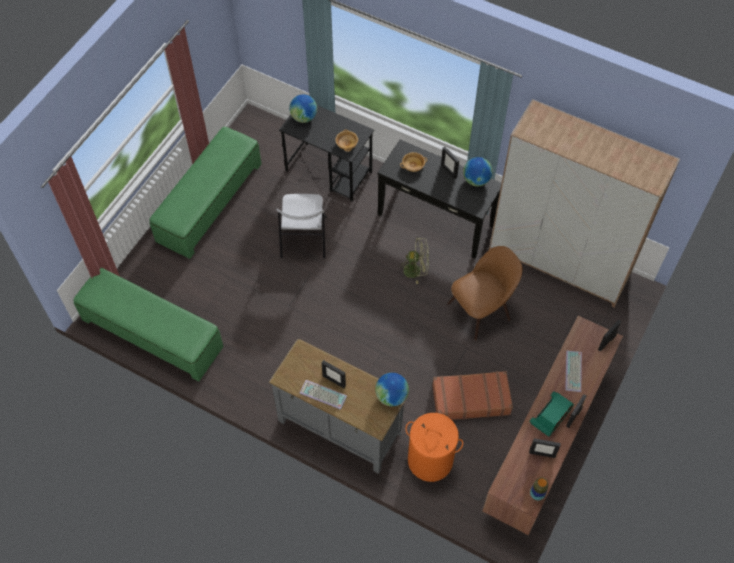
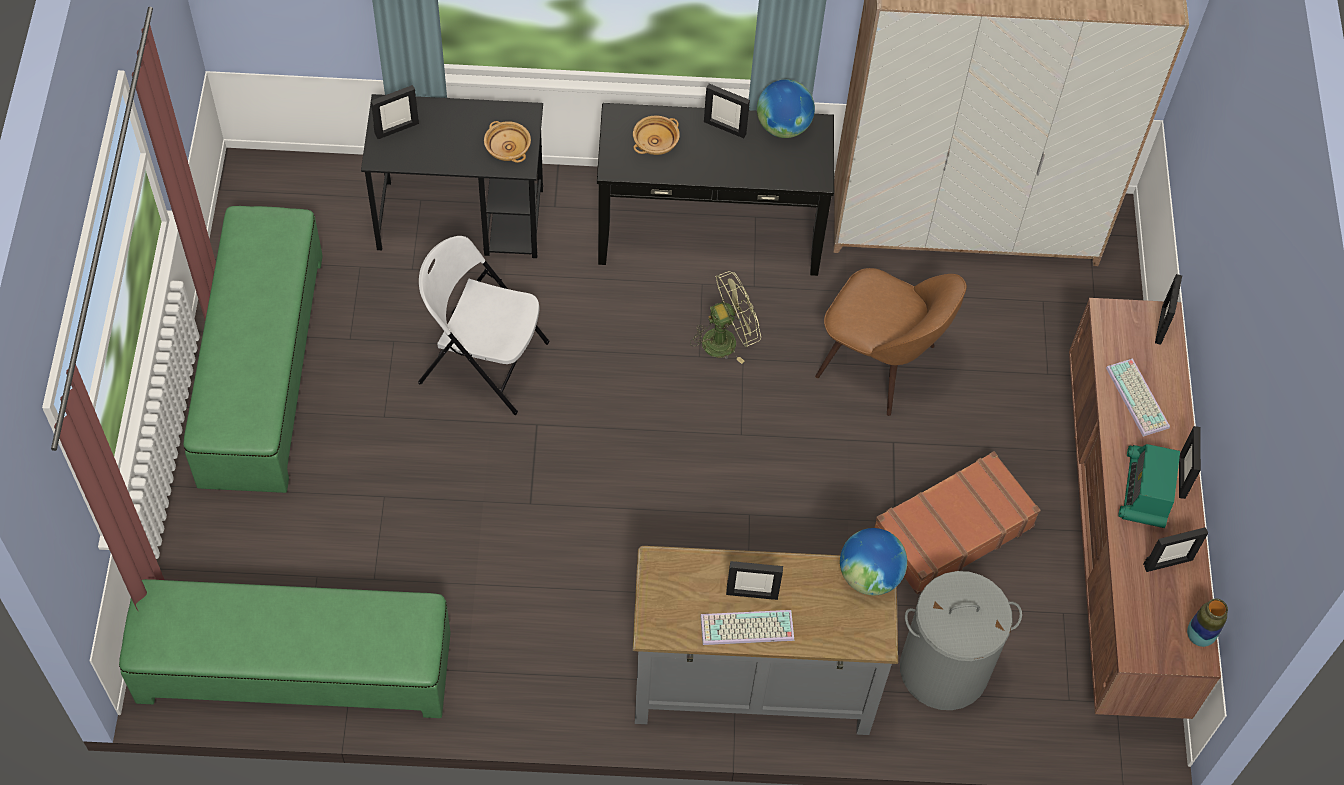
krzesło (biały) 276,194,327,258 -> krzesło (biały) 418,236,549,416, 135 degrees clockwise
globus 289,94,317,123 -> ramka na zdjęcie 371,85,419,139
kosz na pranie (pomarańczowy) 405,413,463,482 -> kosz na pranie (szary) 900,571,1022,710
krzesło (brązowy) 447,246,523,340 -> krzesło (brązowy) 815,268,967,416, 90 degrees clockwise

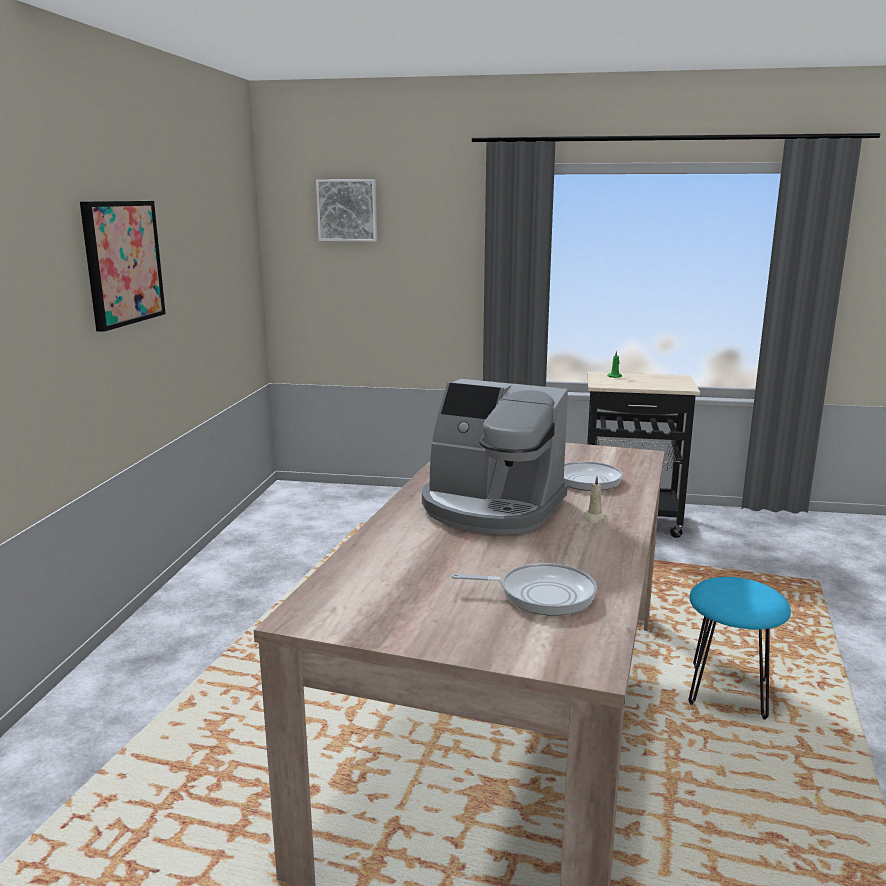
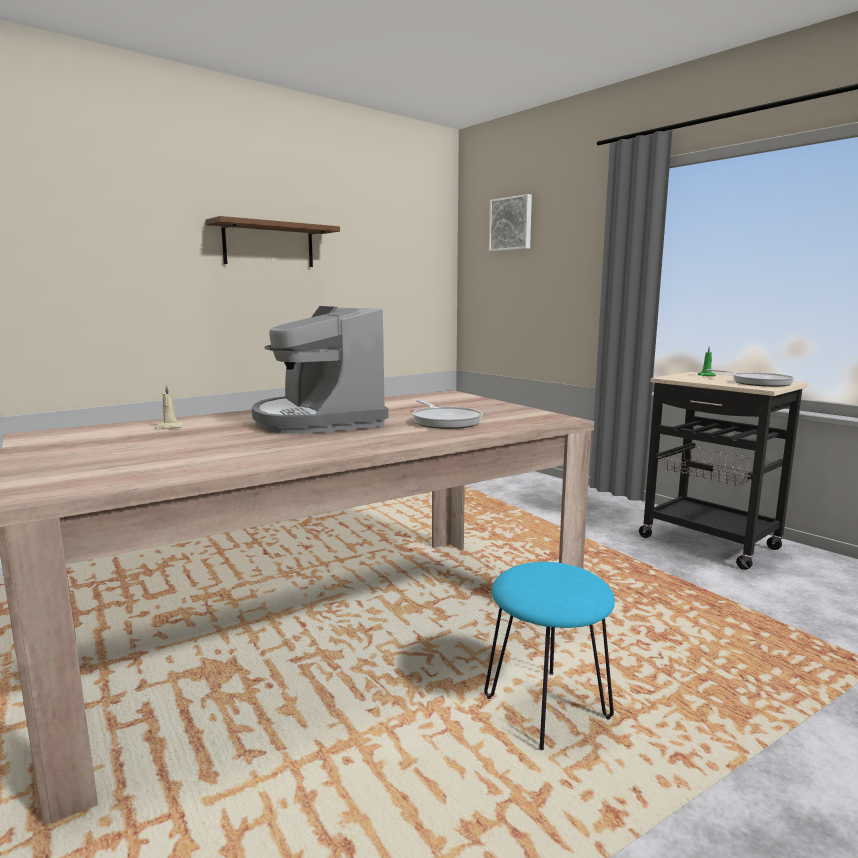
obraz 80,201,166,332 -> półka (brązowy) 205,216,340,267
patelnia 451,563,597,616 -> patelnia 706,369,794,387, shifted
świeca (beżowy) 583,476,607,523 -> świeca (beżowy) 154,385,183,430, shifted

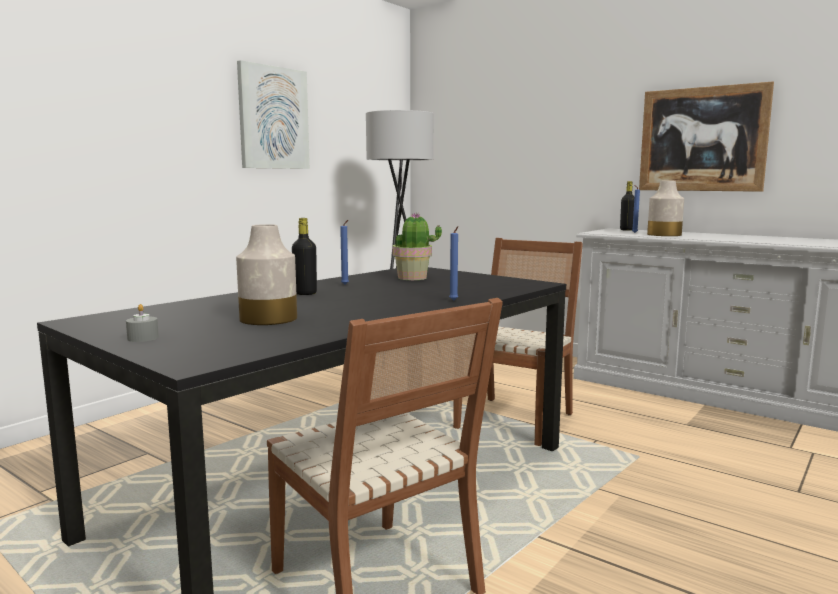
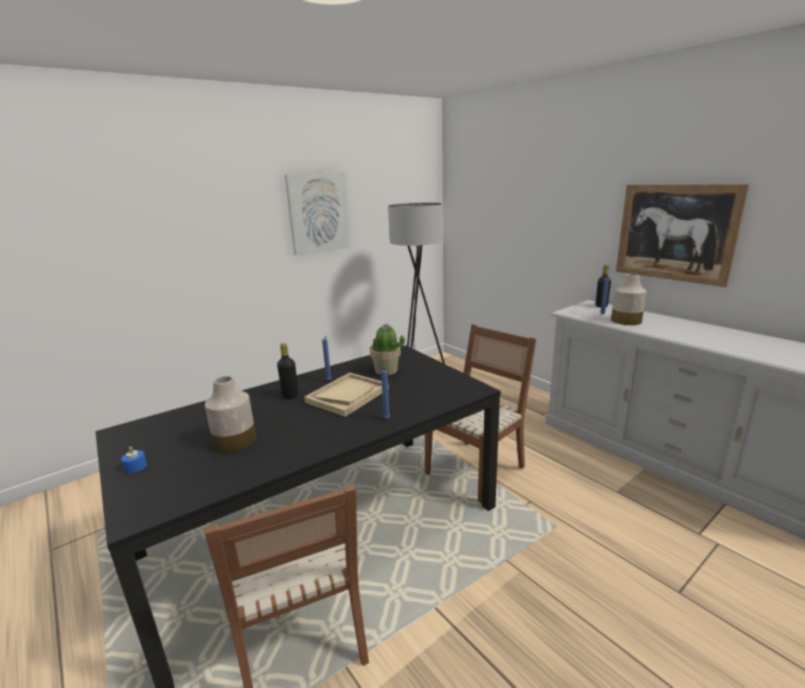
świeca (szary) 126,304,159,342 -> świeca (niebieski) 121,446,147,473
none -> taca (beżowy) 304,373,389,417

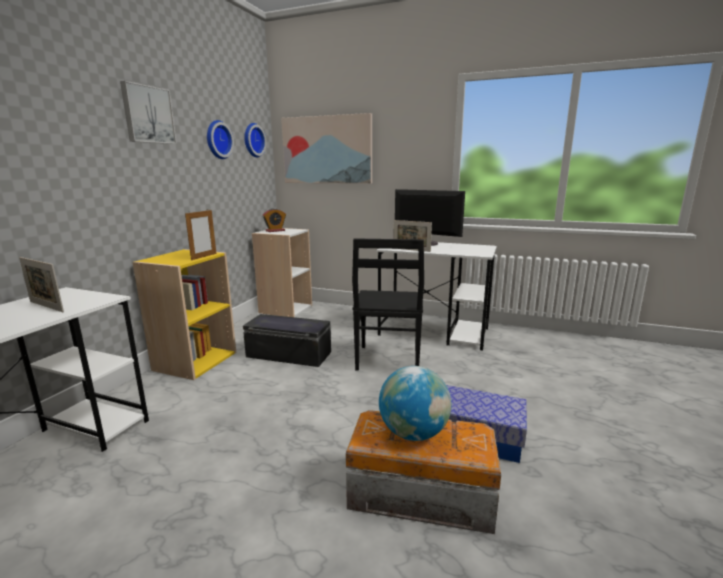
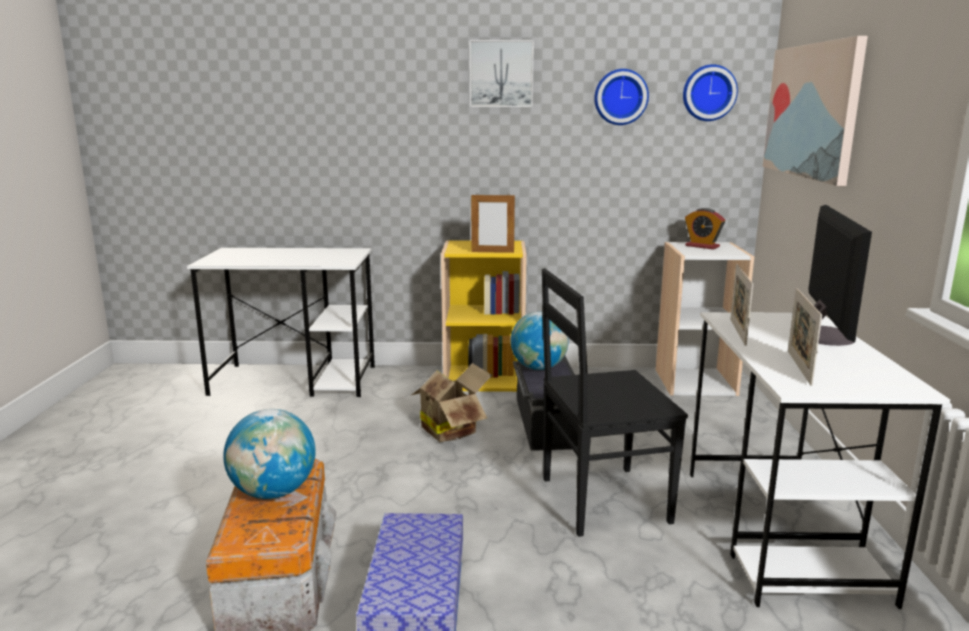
ramka na zdjęcie 19,257,64,312 -> ramka na zdjęcie 788,288,822,386, shifted
none -> karton 412,363,492,442
none -> globus 511,312,569,370

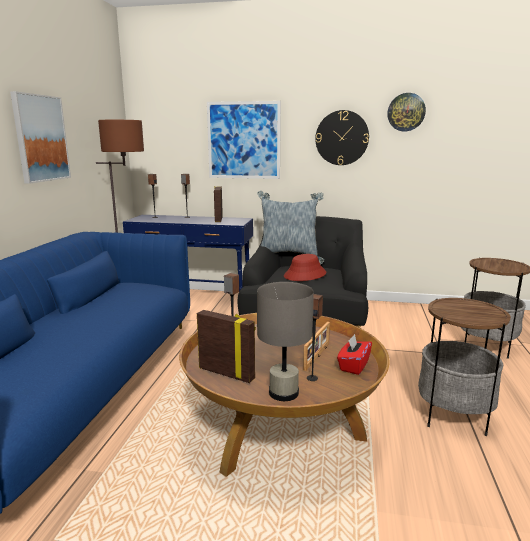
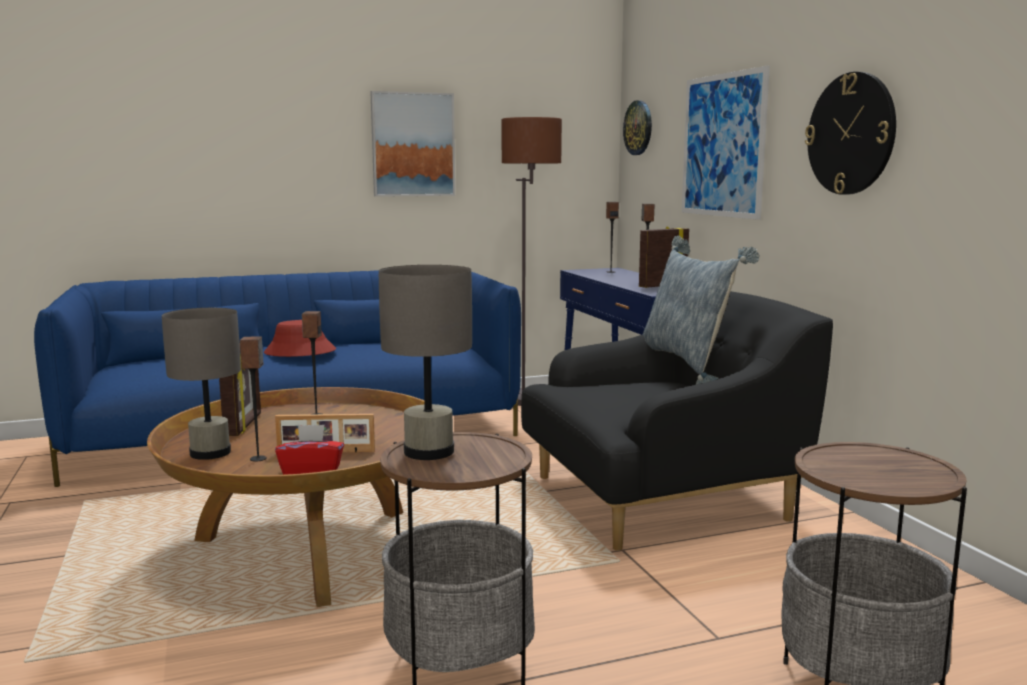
kapelusz (czerwony) 284,254,326,281 -> kapelusz (czerwony) 264,320,336,357, shifted
zegar ścienny 387,93,426,131 -> zegar ścienny 623,100,652,155, shifted
none -> lampa stołowa (szary) 379,265,472,460

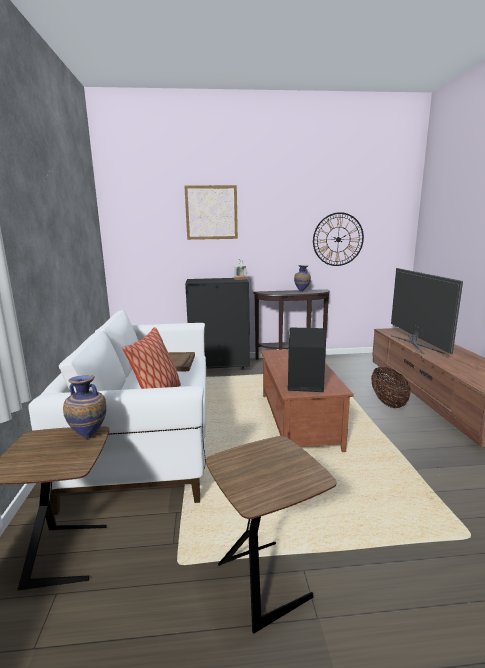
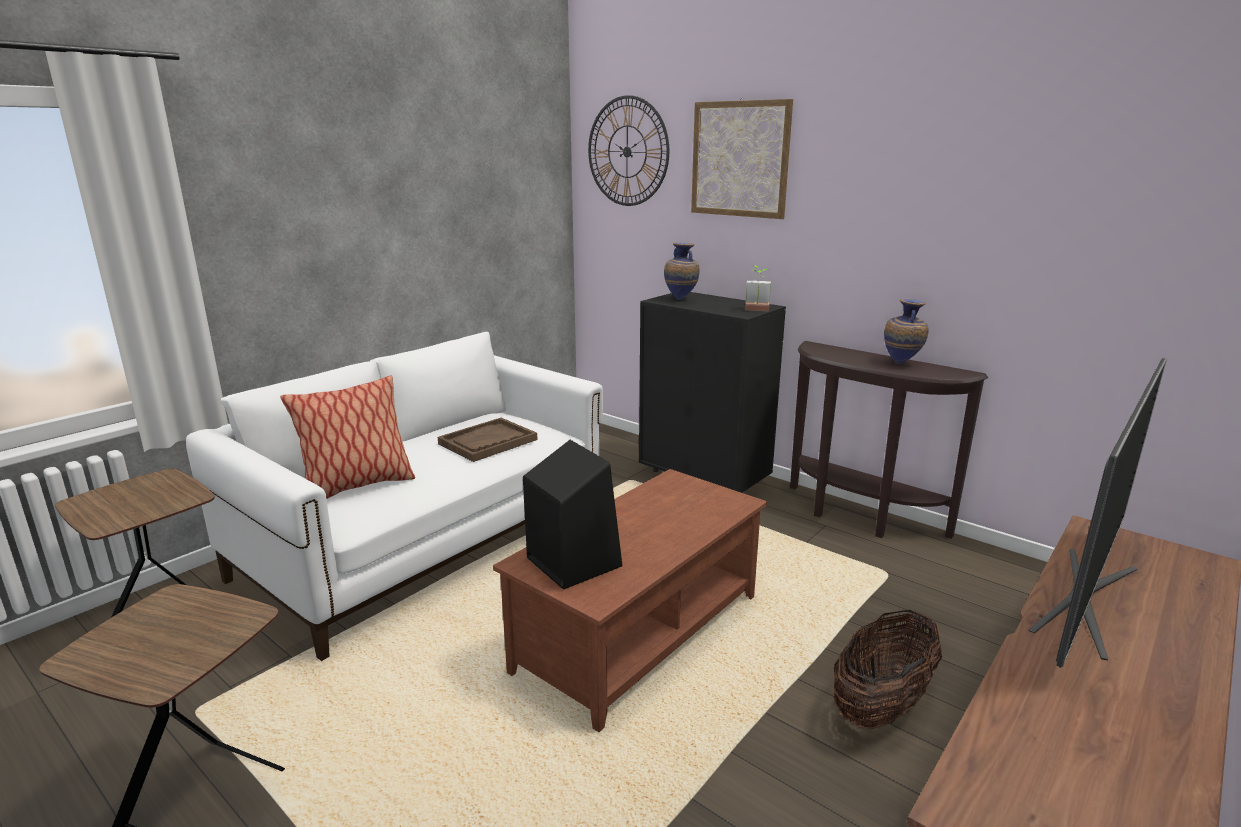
wazon 63,375,106,439 -> wazon 664,243,700,300, shifted
zegar ścienny 313,212,364,266 -> zegar ścienny 588,95,669,206, shifted

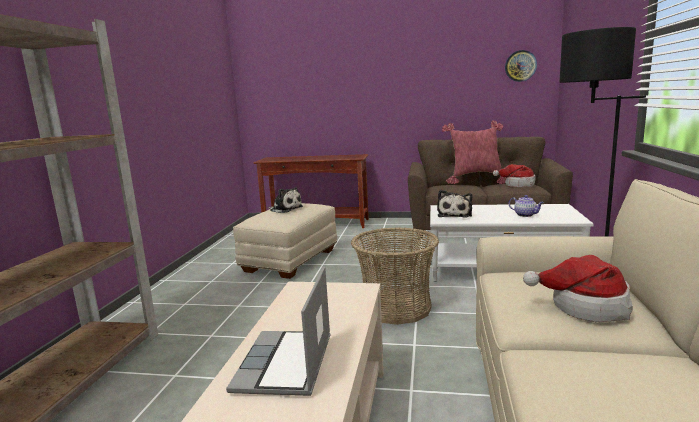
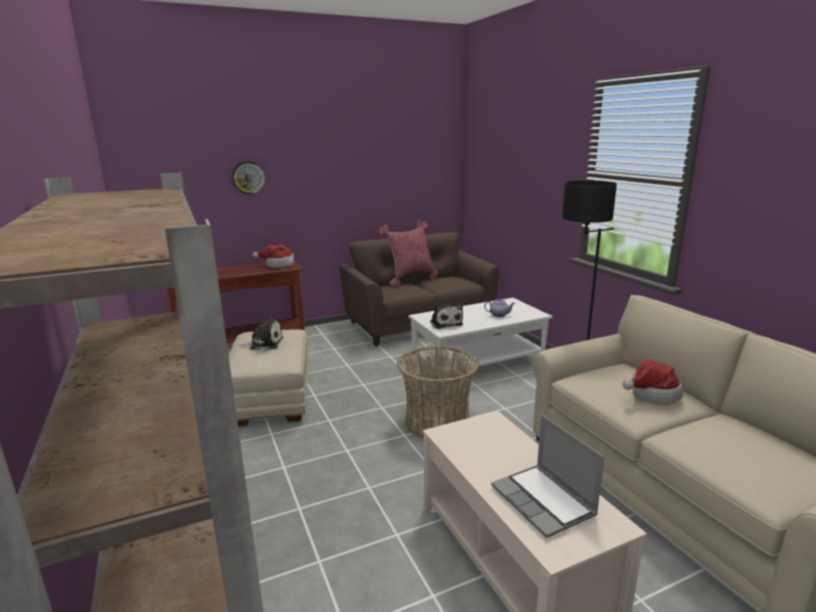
kapelusz 493,164,536,187 -> kapelusz 252,245,294,268, shifted
zegar ścienny 505,50,537,82 -> zegar ścienny 232,161,266,195, shifted

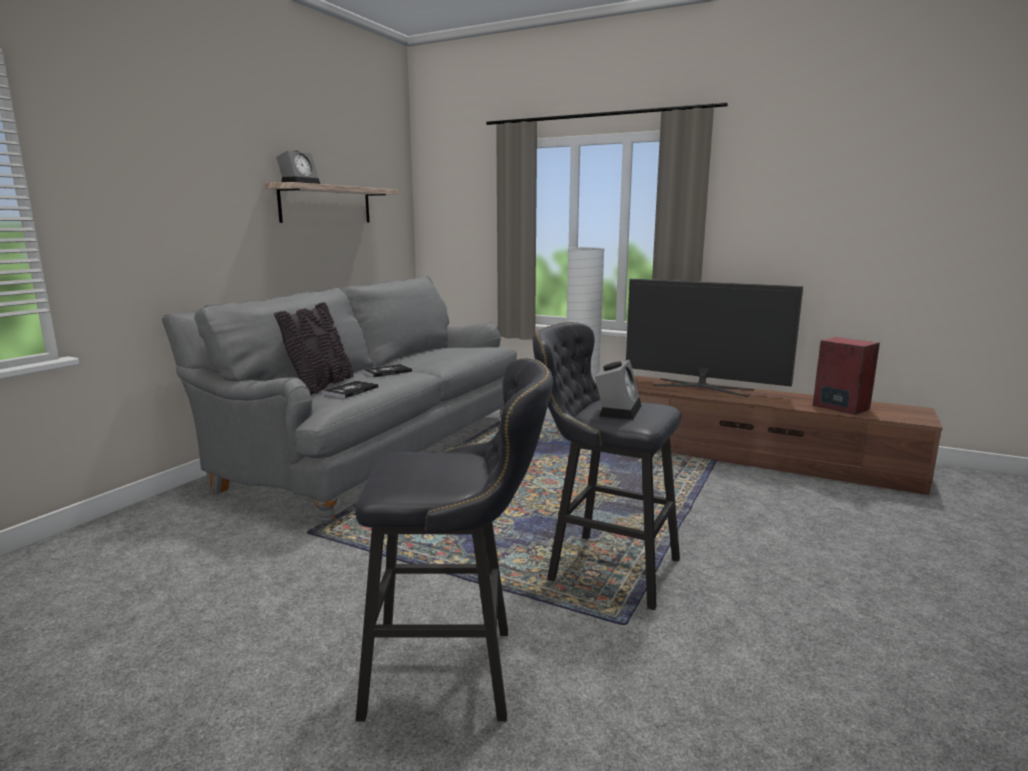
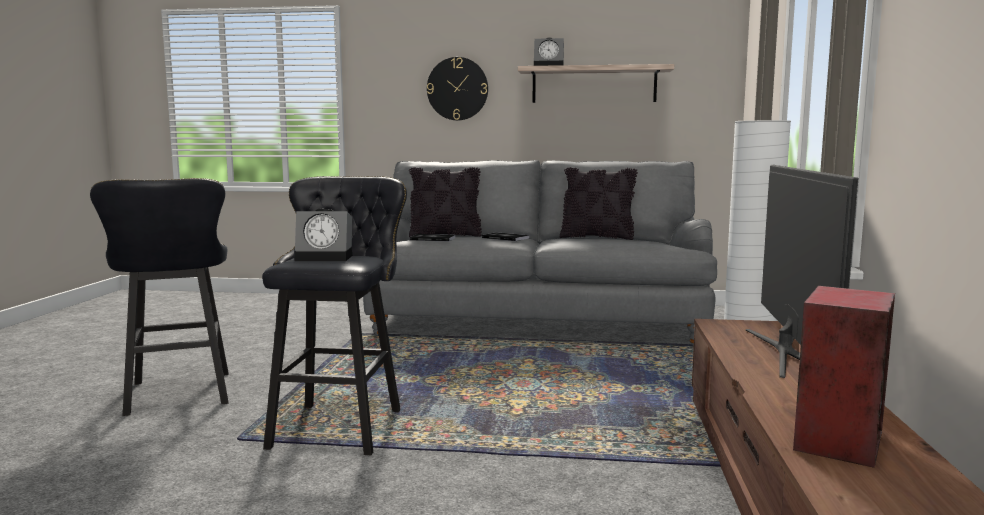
none -> zegar ścienny 427,57,488,120
none -> poduszka (czarny) 560,167,638,240

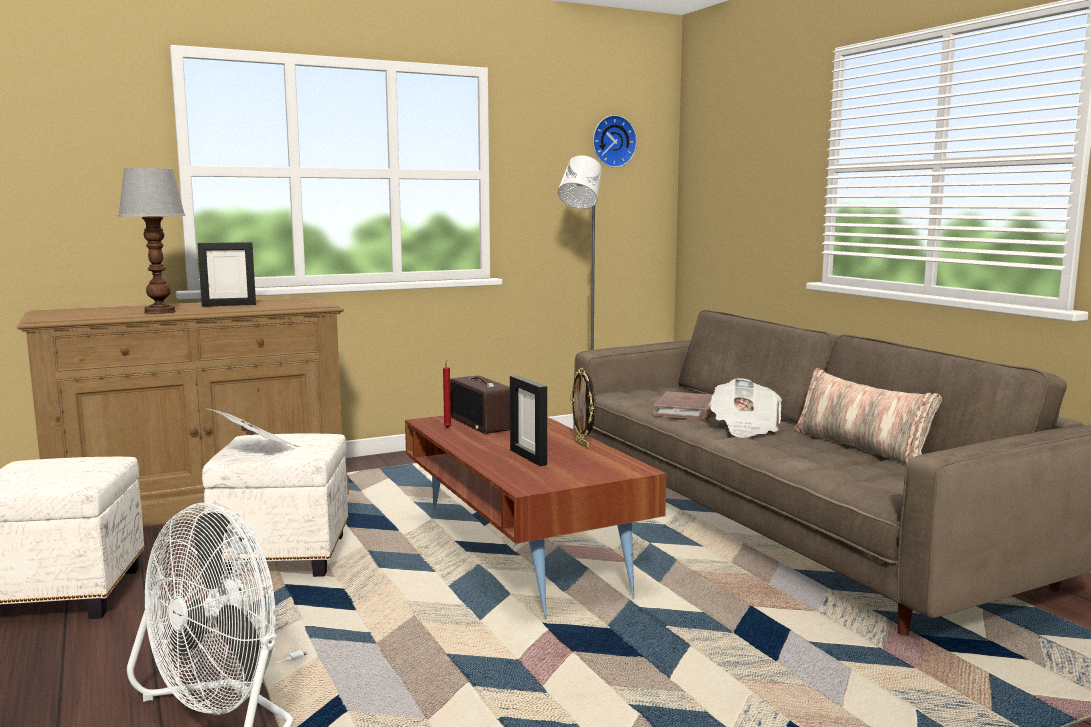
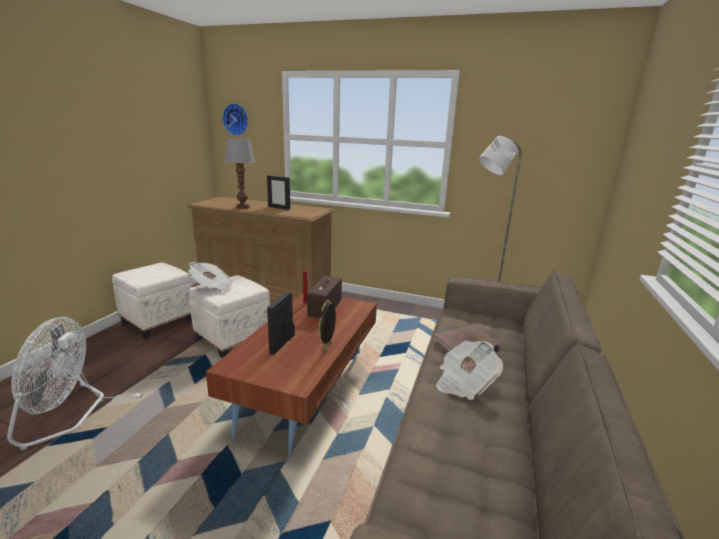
zegar ścienny 593,115,637,168 -> zegar ścienny 222,103,248,136, shifted
poduszka 793,368,942,465 -> none

